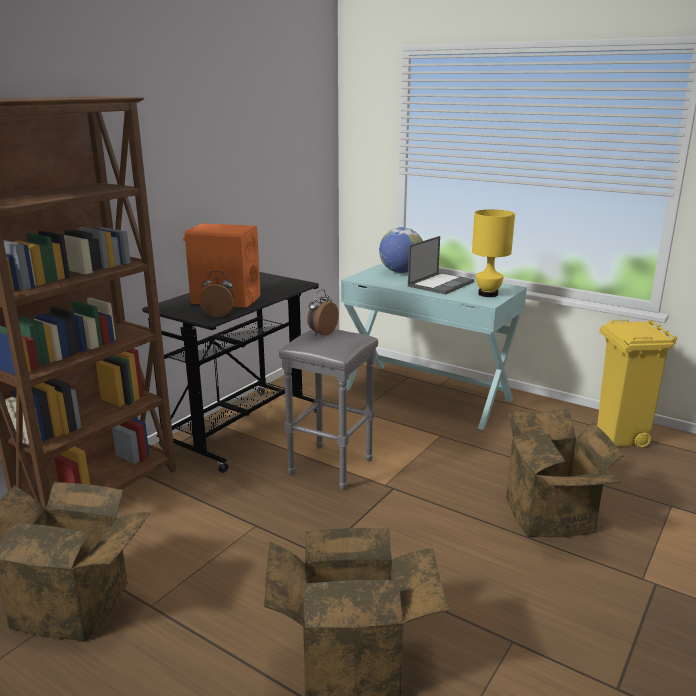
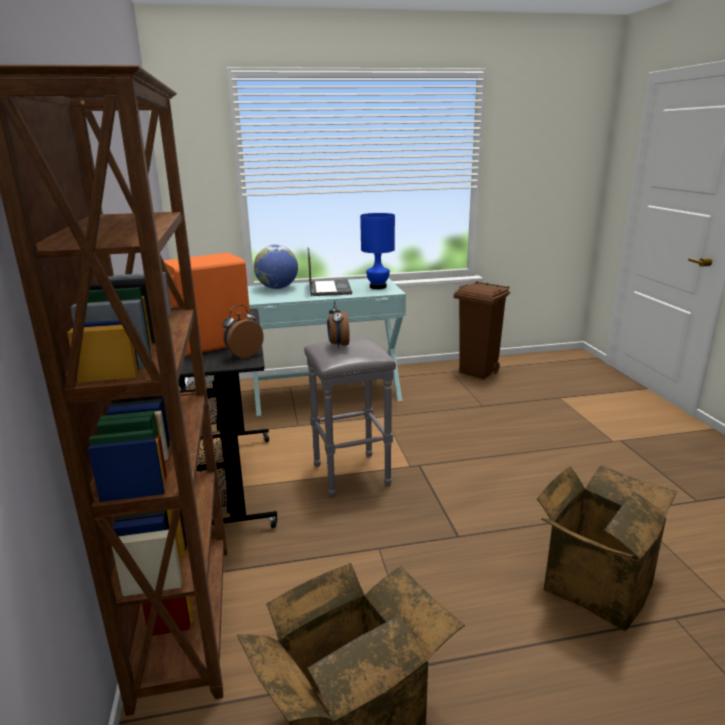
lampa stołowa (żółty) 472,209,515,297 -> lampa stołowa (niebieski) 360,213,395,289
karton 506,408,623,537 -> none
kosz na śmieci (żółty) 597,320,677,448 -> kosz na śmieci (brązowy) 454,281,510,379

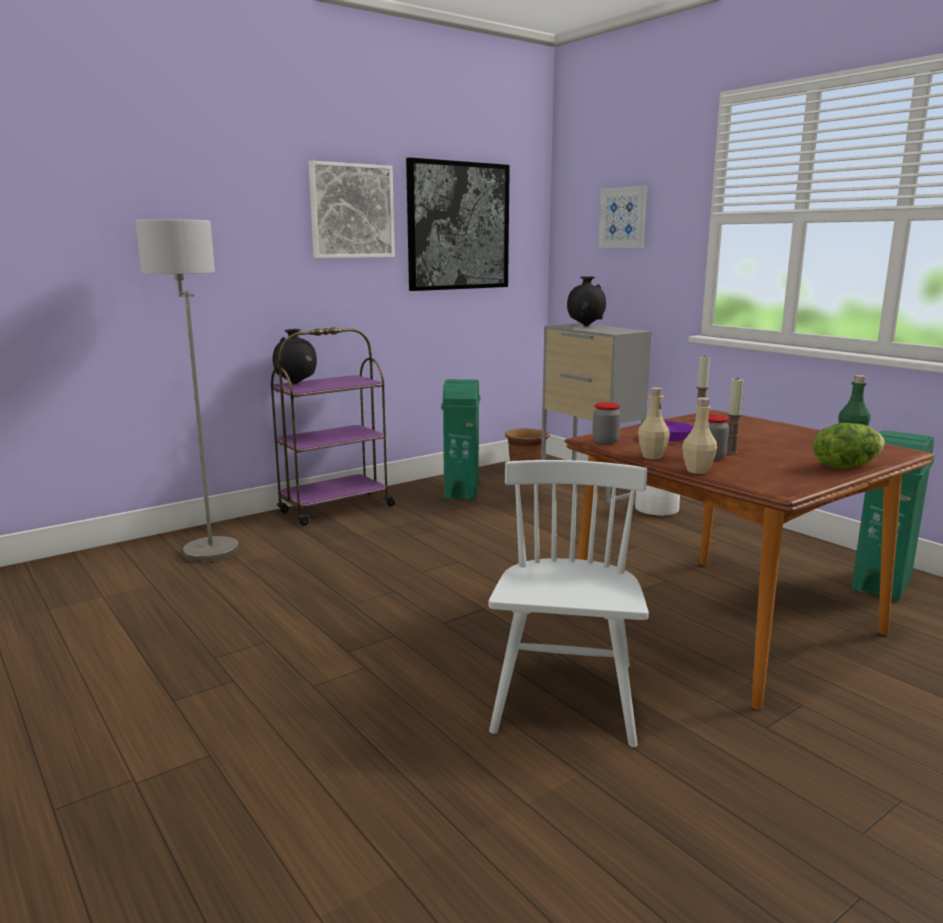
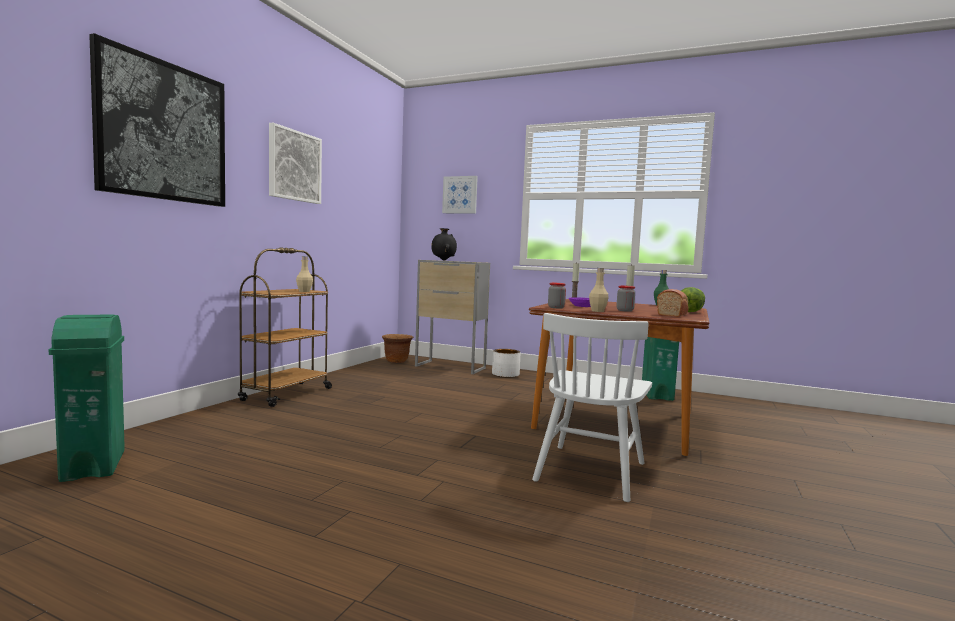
lampa stojąca (szary) 136,219,239,563 -> none
wózek (fioletowy) 271,327,395,526 -> wózek (brązowy) 238,248,332,407
wazon (czarny) 272,329,317,384 -> none
obraz 406,157,510,291 -> obraz 89,33,225,207, shifted
kosz na śmieci (zielony) 441,379,480,500 -> kosz na śmieci (zielony) 49,315,125,482, shifted
krzesło (biały) 488,460,649,747 -> krzesło (biały) 532,313,652,502, 135 degrees counterclockwise
butelka (beżowy) 682,397,717,474 -> butelka (beżowy) 296,256,313,292, shifted
none -> chleb 657,289,689,317

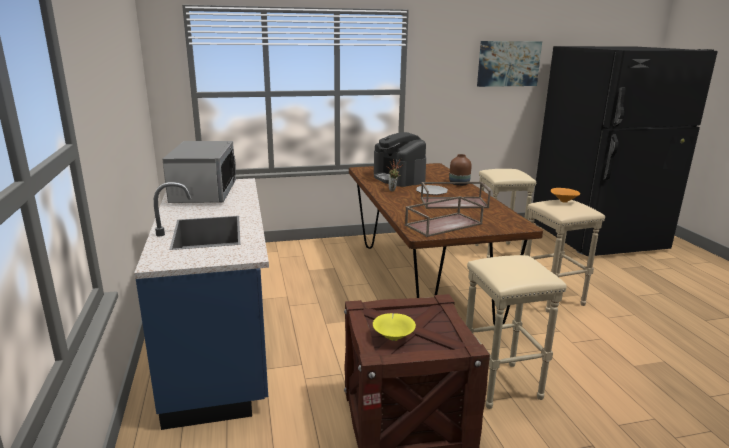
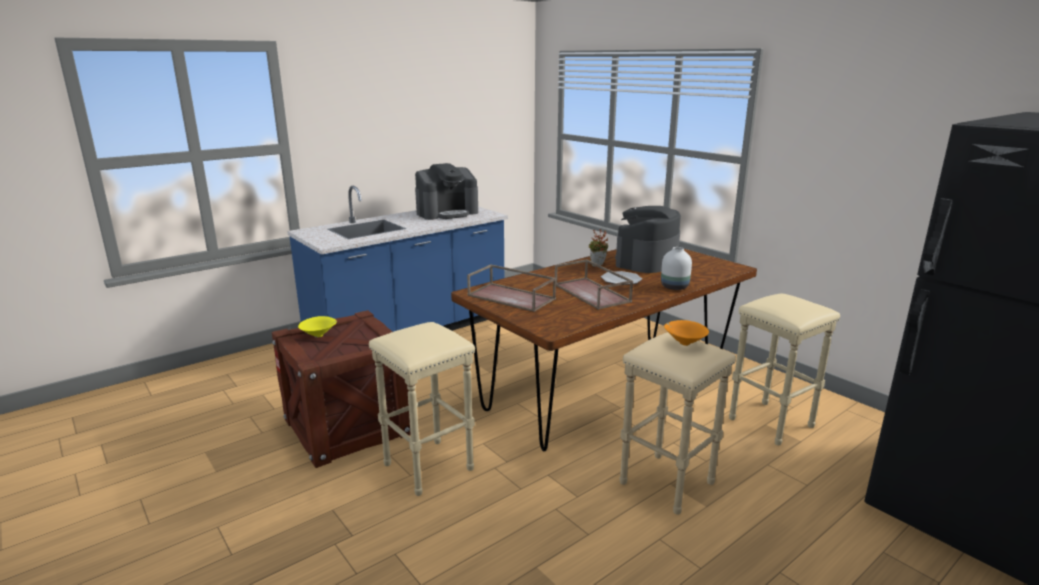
mikrofalówka 162,141,236,203 -> ekspres do kawy 415,163,478,220
wazon (brązowy) 449,154,472,186 -> wazon (biały) 661,247,692,290
obraz 477,41,542,87 -> none

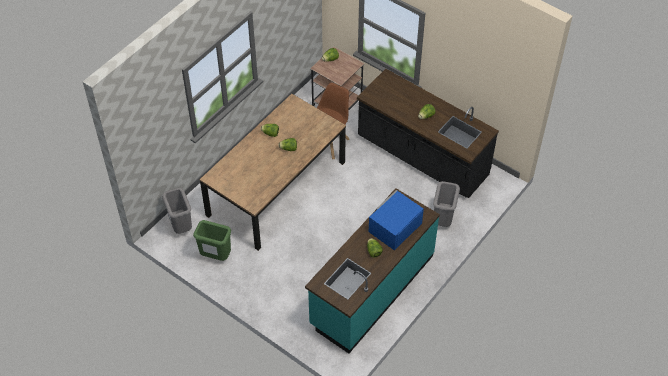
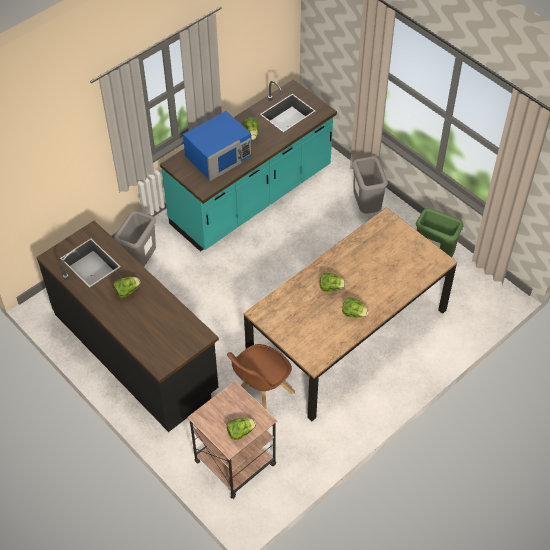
kosz na śmieci (szary) 162,188,192,234 -> kosz na śmieci (szary) 352,156,388,214, shifted

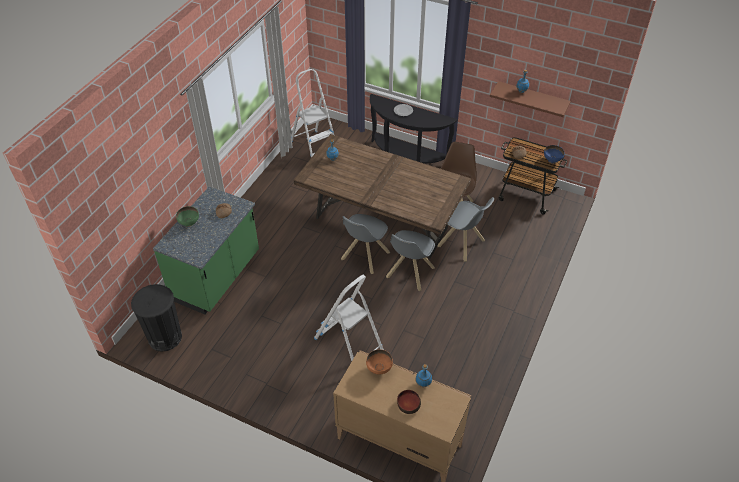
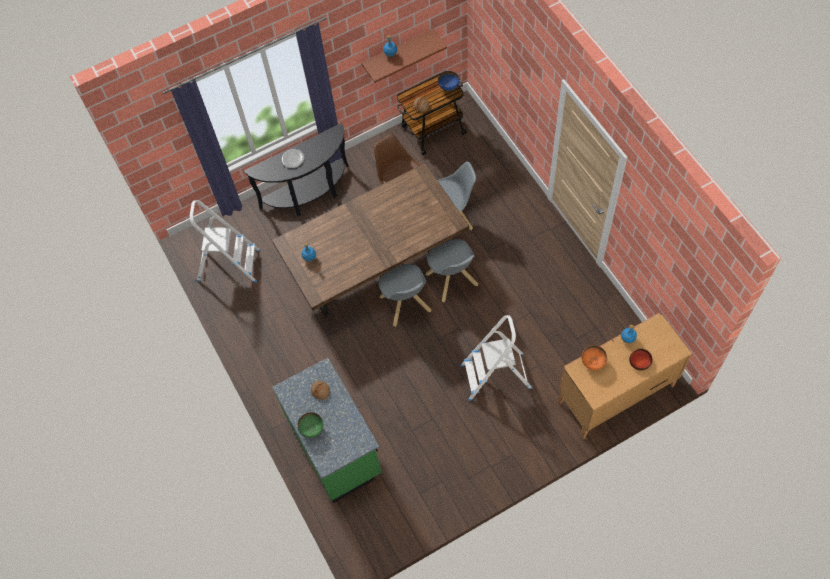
kosz na śmieci (czarny) 131,284,182,352 -> none

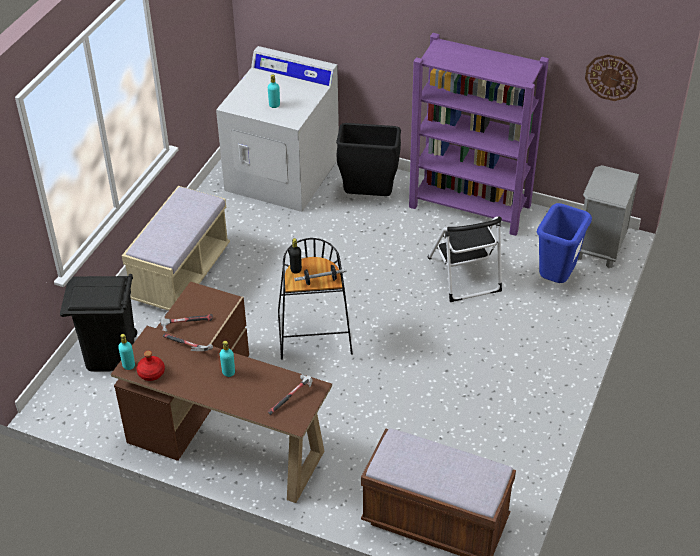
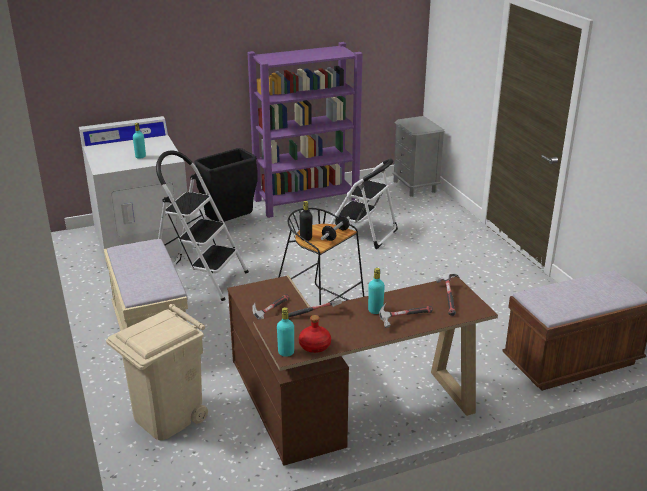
kosz na śmieci (czarny) 60,274,137,372 -> kosz na śmieci (beżowy) 106,304,208,440
kosz na śmieci (niebieski) 537,203,592,283 -> none
zegar ścienny 585,54,638,101 -> none
none -> drabinka 156,151,249,301
none -> młotek 379,302,433,328

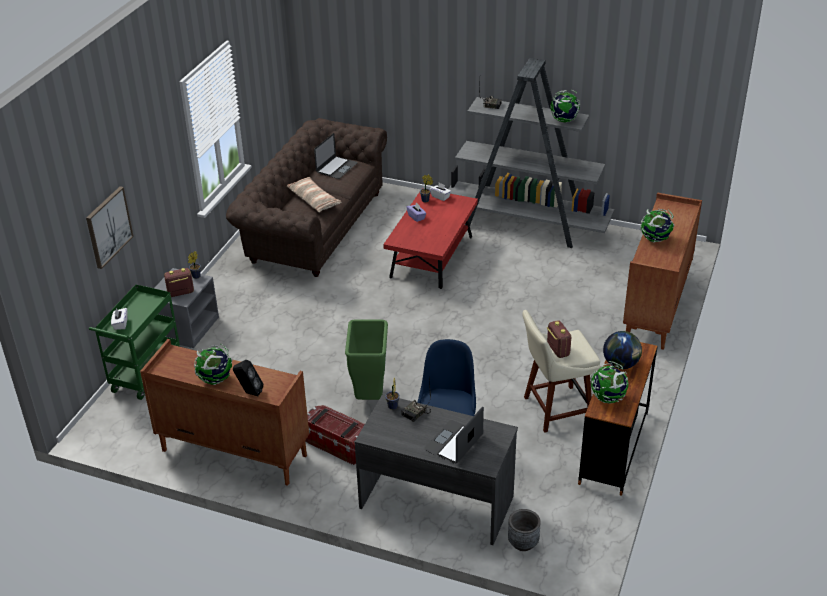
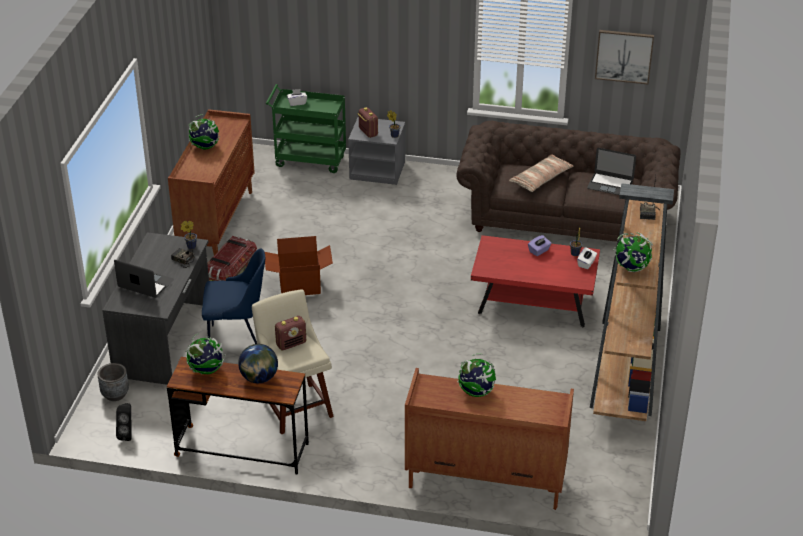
obraz 86,186,134,269 -> obraz 595,30,654,84, shifted
głośnik (czarny) 233,360,263,396 -> głośnik (czarny) 116,403,132,441, shifted
kosz na śmieci (zielony) 345,319,388,400 -> karton 265,236,333,295
regał (szary) 449,58,614,248 -> regał (brązowy) 590,183,674,421

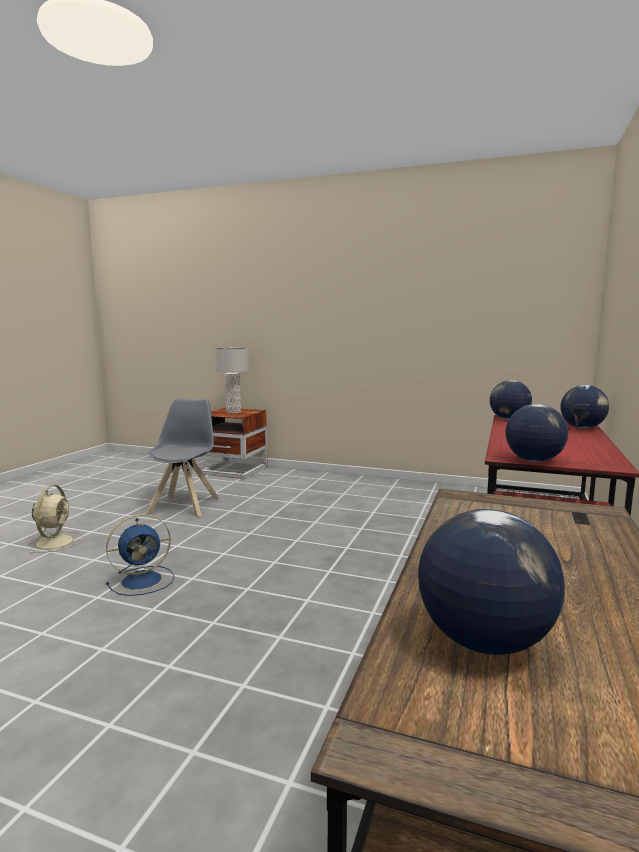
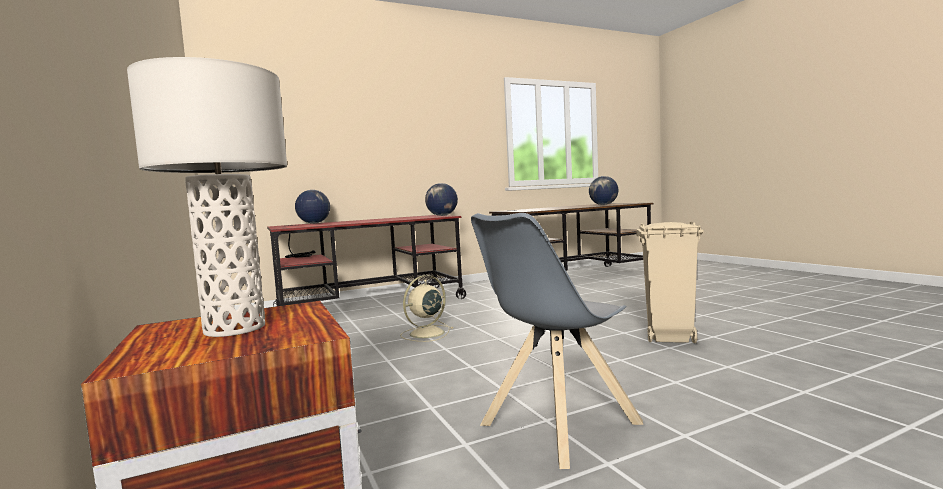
wentylator (beżowy) 28,485,83,554 -> wentylator (beżowy) 400,275,453,342, shifted
wentylator (niebieski) 106,514,174,596 -> kosz na śmieci (beżowy) 636,222,704,343
globus 490,380,532,420 -> none

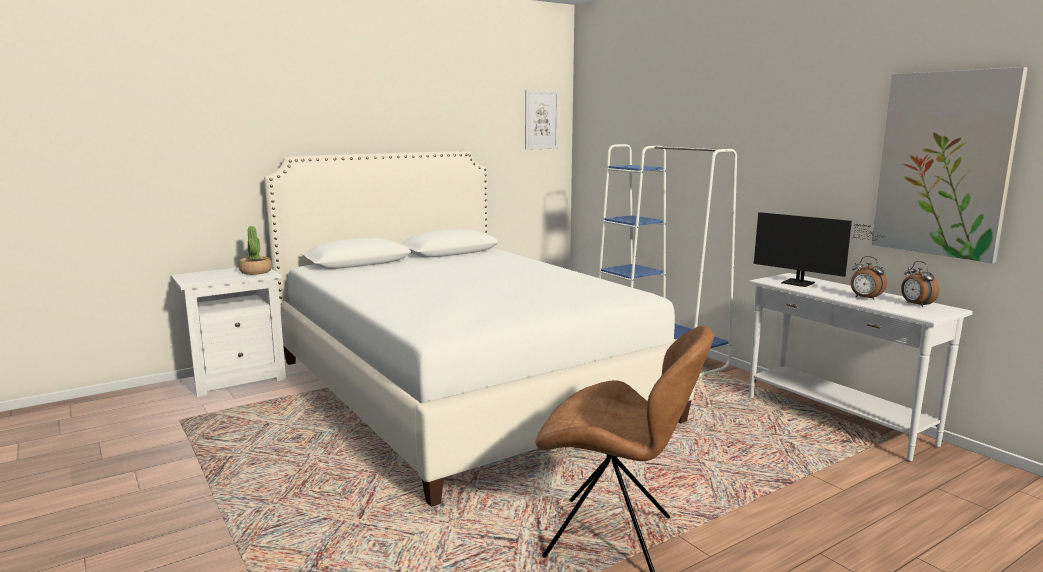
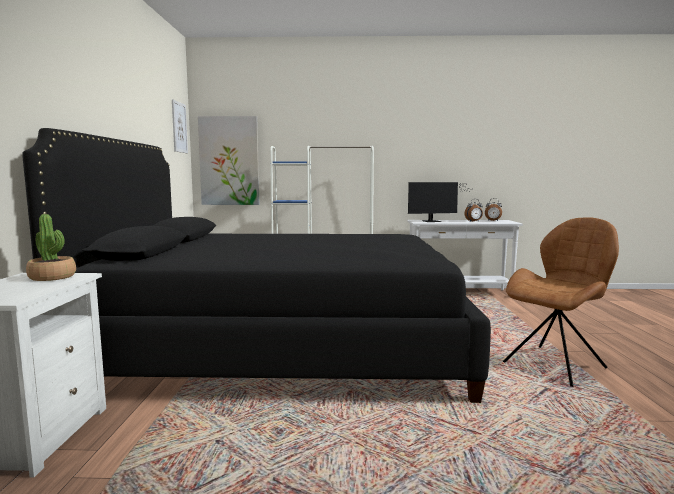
łóżko (biały) 264,151,695,507 -> łóżko (czarny) 22,128,491,403
obraz 872,67,1028,263 -> obraz 198,116,259,205, shifted

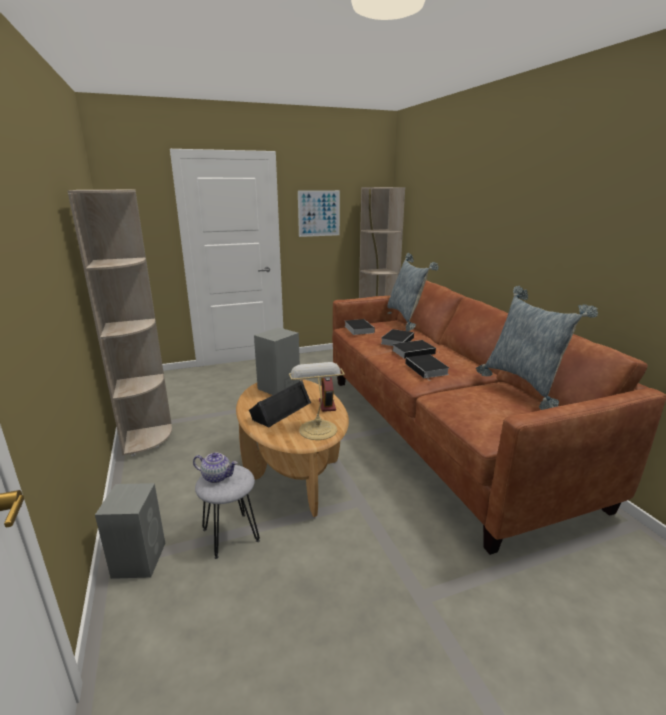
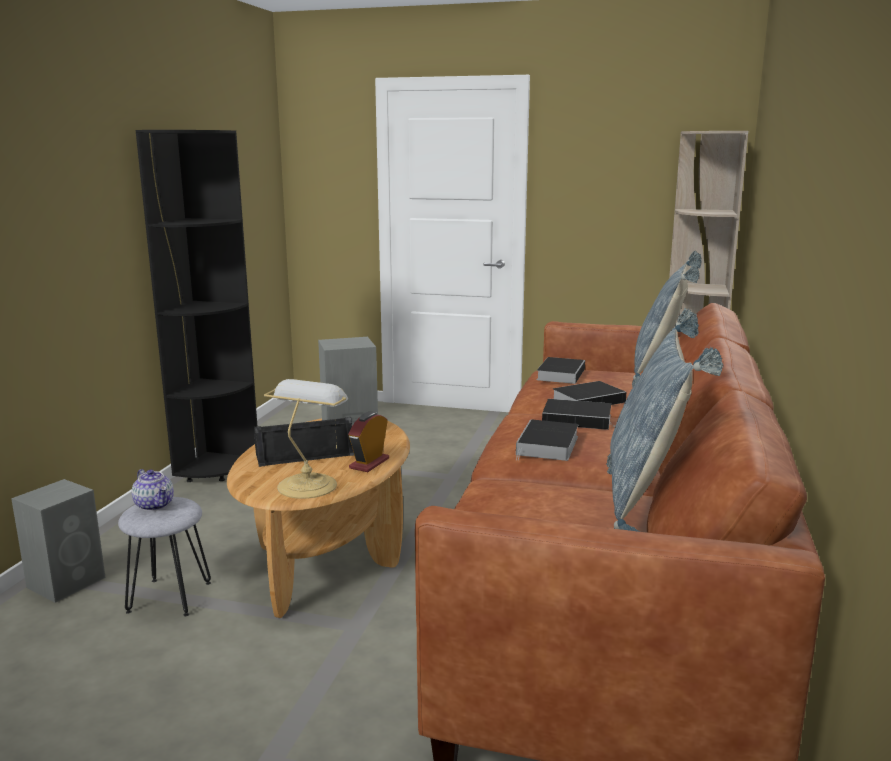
regał (beżowy) 68,190,172,456 -> regał (czarny) 136,130,257,482
obraz 298,190,340,237 -> none

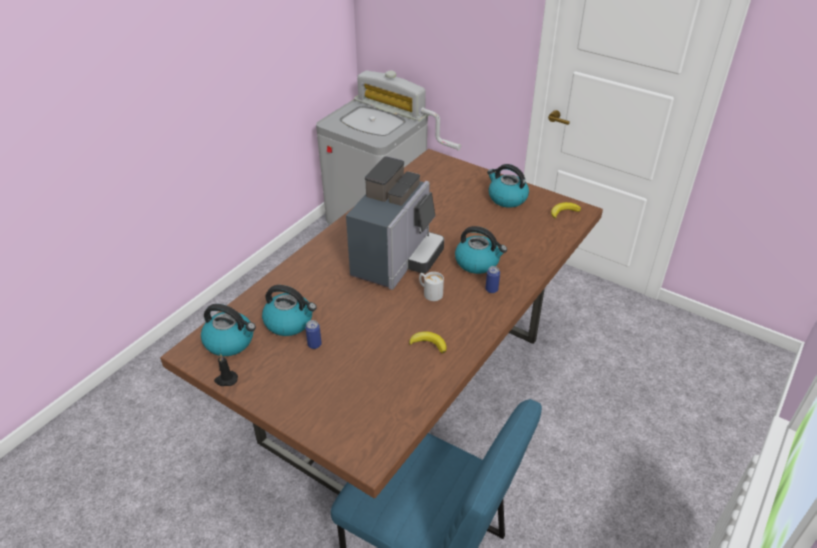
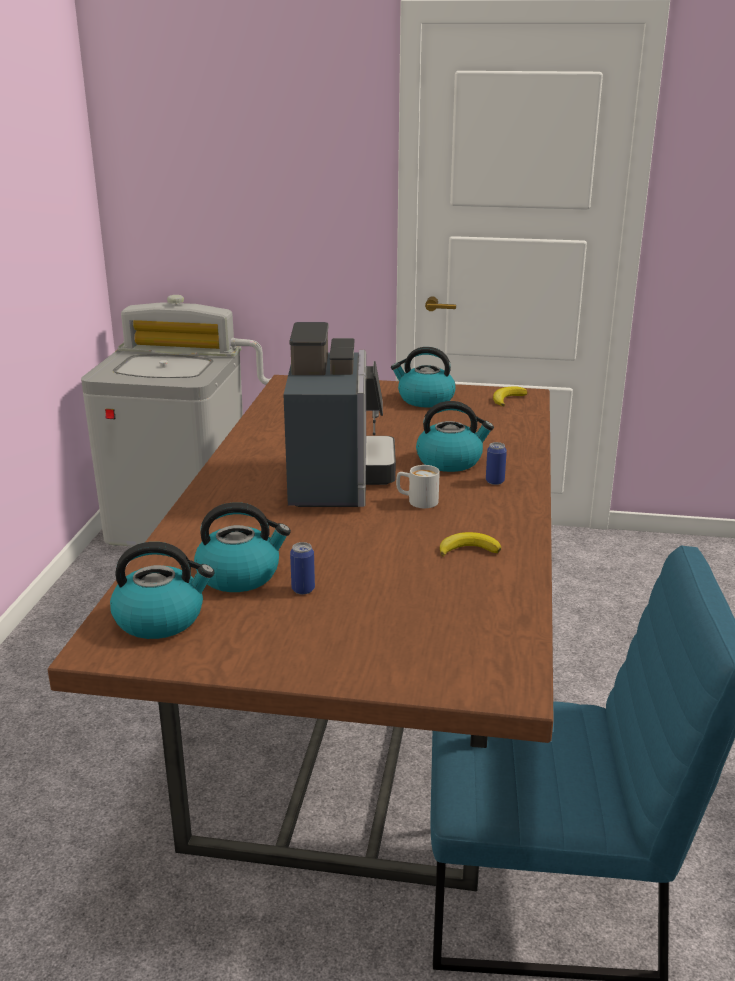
świeca (czarny) 214,354,238,386 -> none

